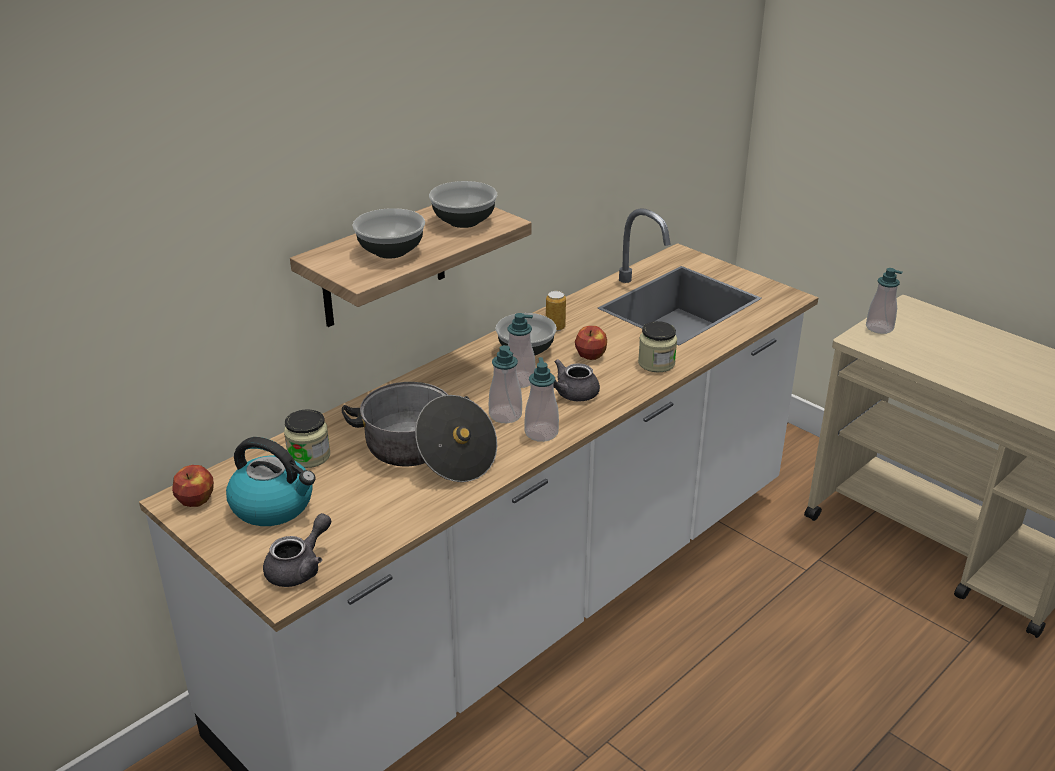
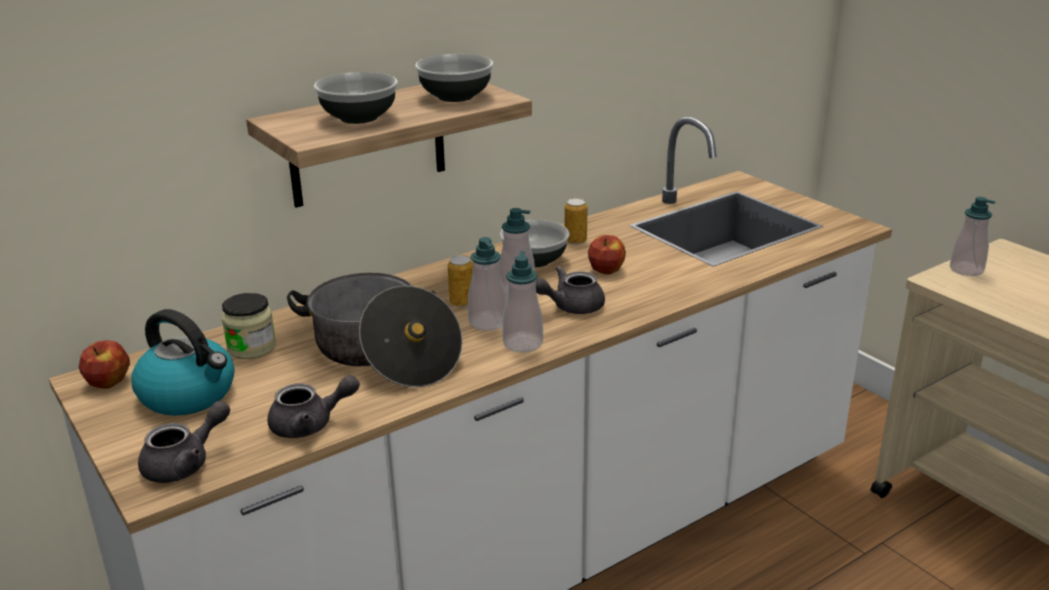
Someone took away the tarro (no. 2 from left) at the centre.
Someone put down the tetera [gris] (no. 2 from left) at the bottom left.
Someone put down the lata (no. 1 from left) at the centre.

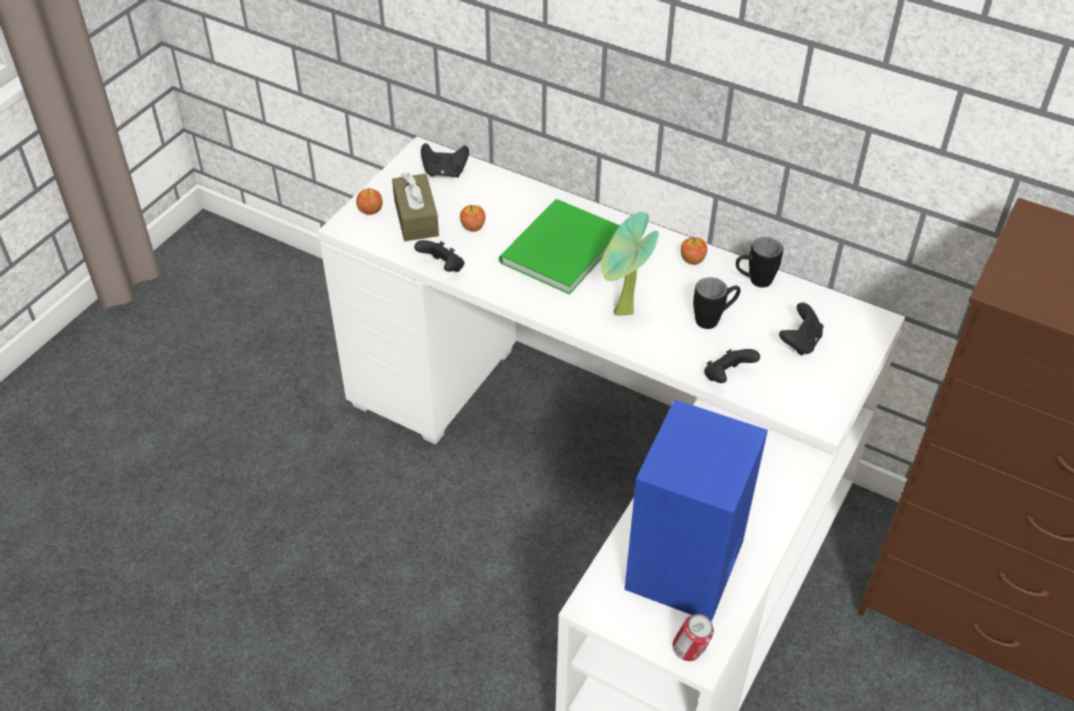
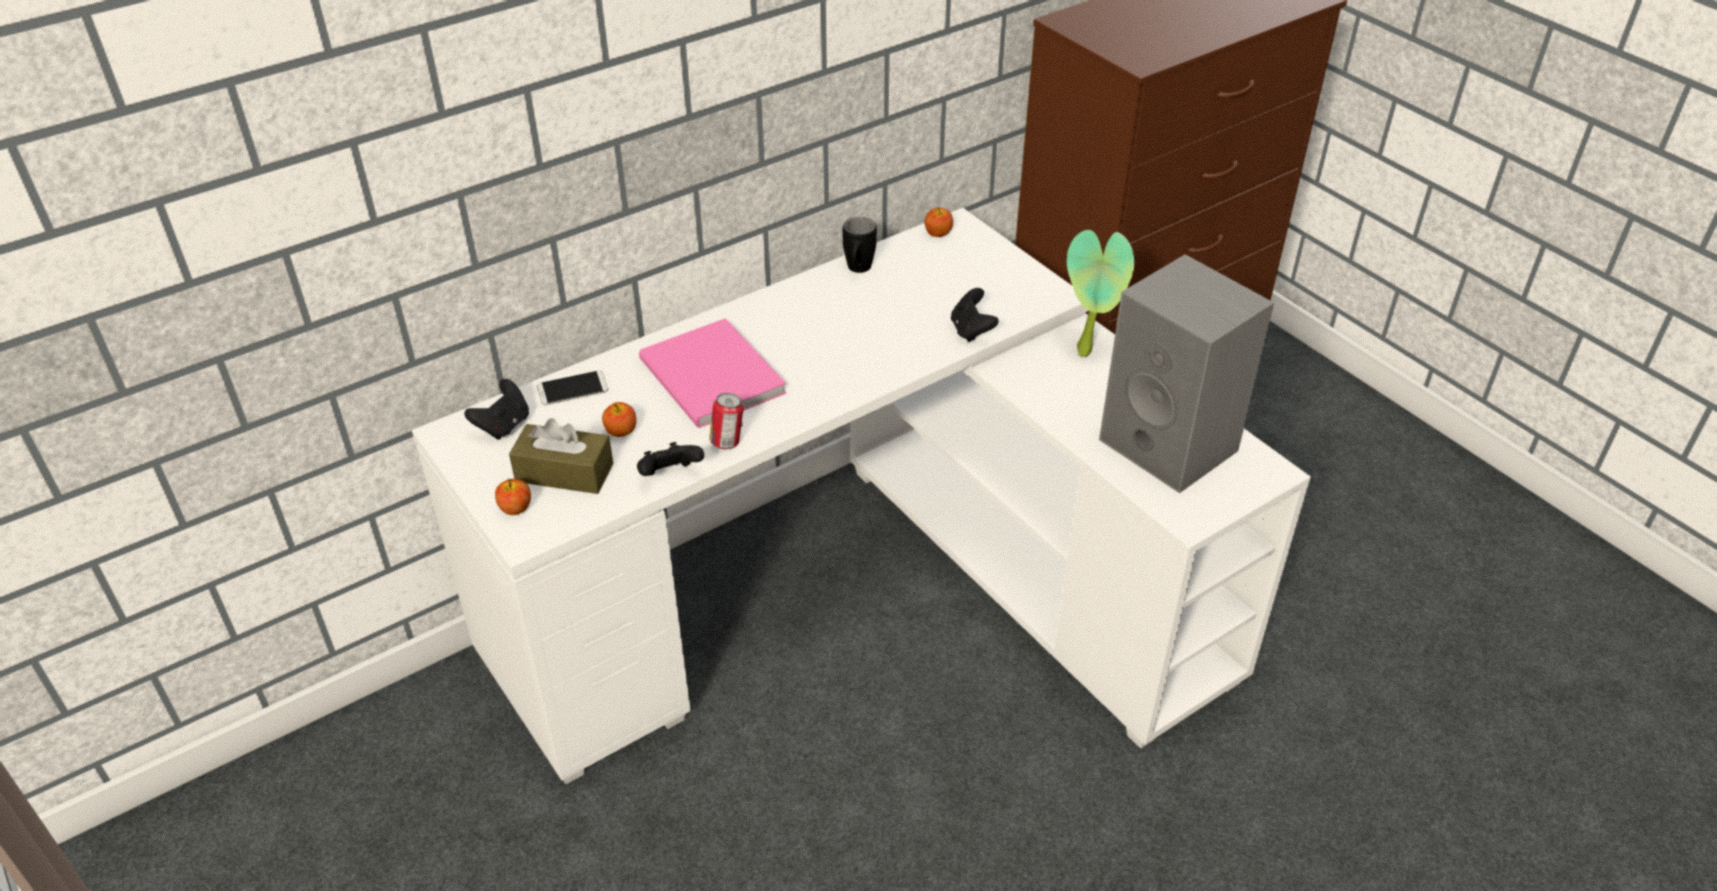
Someone took away the taza grande [negro] (no. 1 from left) at the middle right.
Someone took away the mando de consola [negro] (no. 4 from left) at the middle right.
Someone put down the móvil at the middle left.
Someone carried the planta en maceta from the centre to the top centre.
Someone carried the lata from the bottom centre to the centre.
Someone carried the manzana (no. 3 from left) from the centre to the top centre.
Someone repainted the libro [verde] at the centre, which became the libro [rosa] at the centre.
Someone repainted the altavoz [azul] at the bottom centre, which became the altavoz [gris] at the middle right.

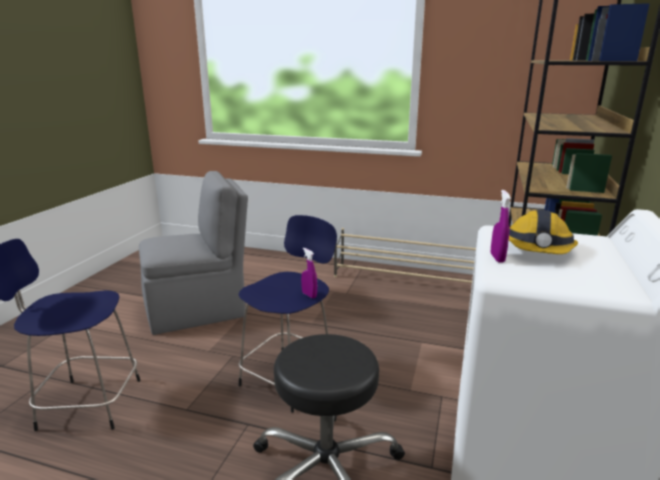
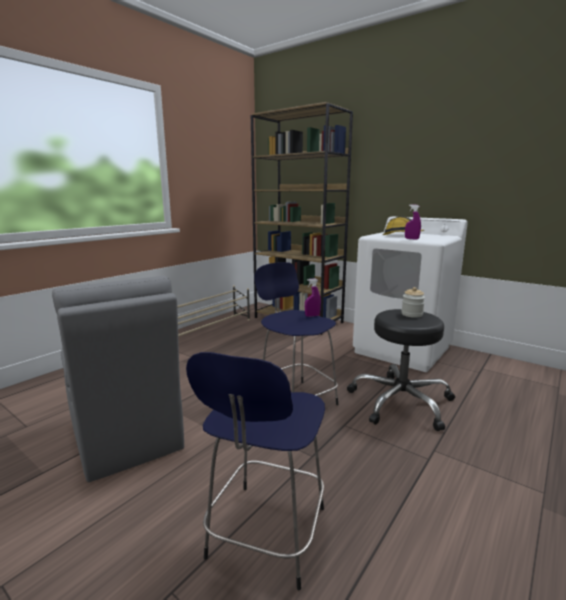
Someone put down the tarro at the middle right.
Someone rotated the silla [gris] at the middle left by 150 degrees clockwise.

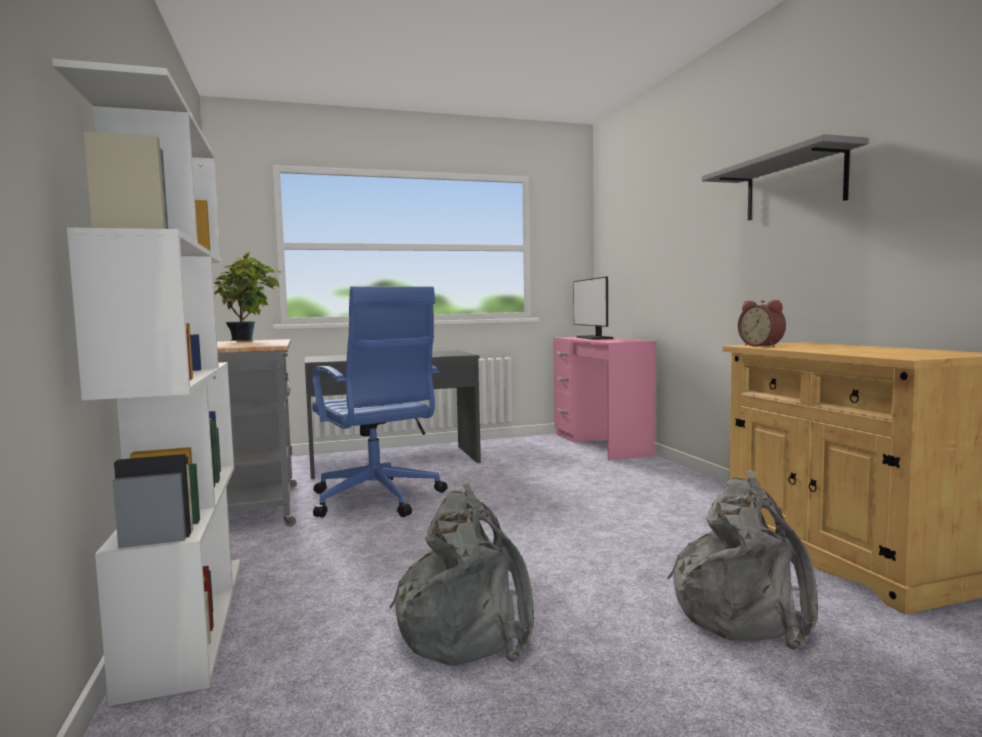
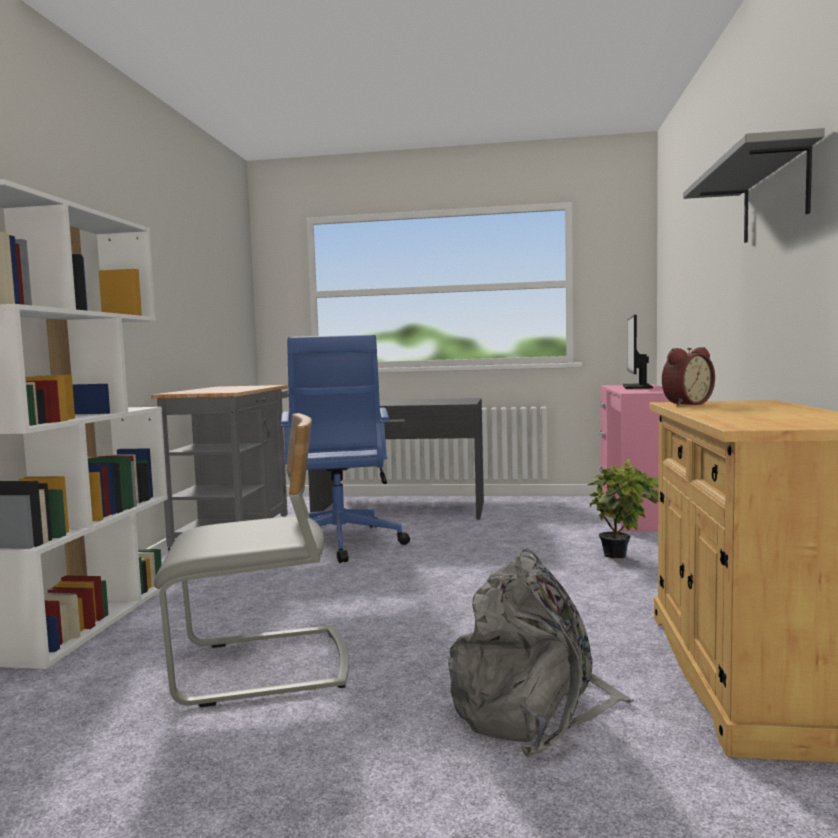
Someone carried the planta en maceta from the middle left to the middle right.
Someone swapped the mochila [gris] (no. 1 from left) at the bottom centre for the silla [gris] at the bottom left.
Someone rotated the despertador at the middle right by 120 degrees counterclockwise.

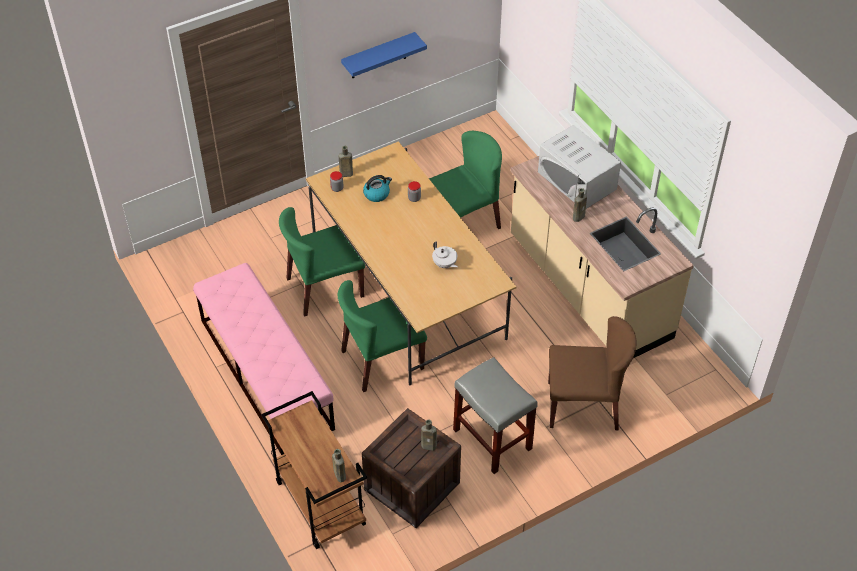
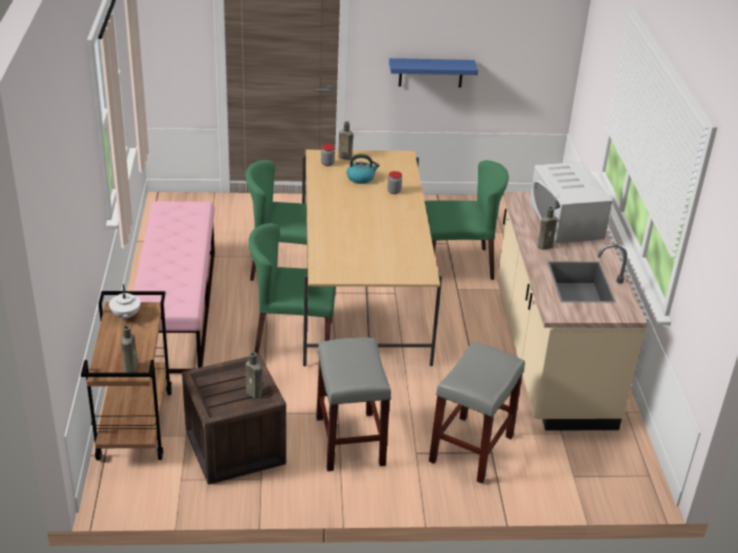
Someone carried the tetera [blanco] from the centre to the middle left.
Someone swapped the silla [marrón] at the middle right for the taburete [gris] (no. 2 from left) at the bottom centre.

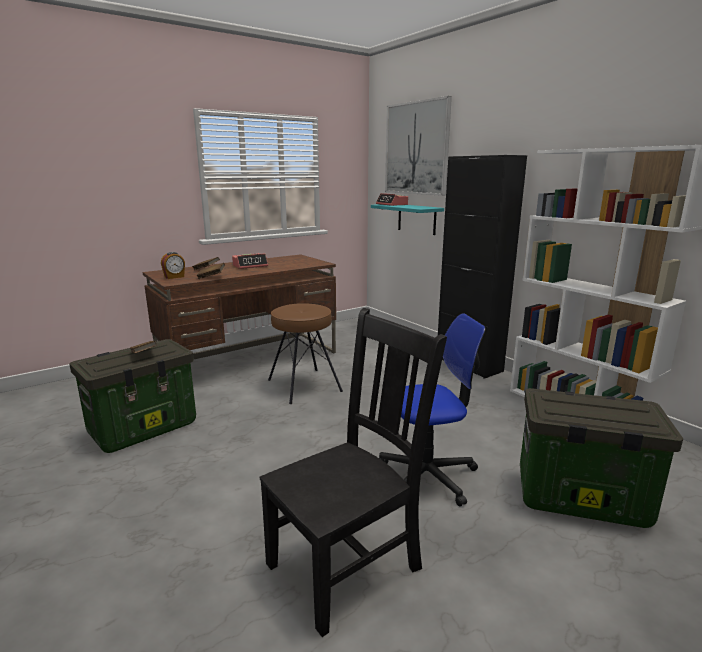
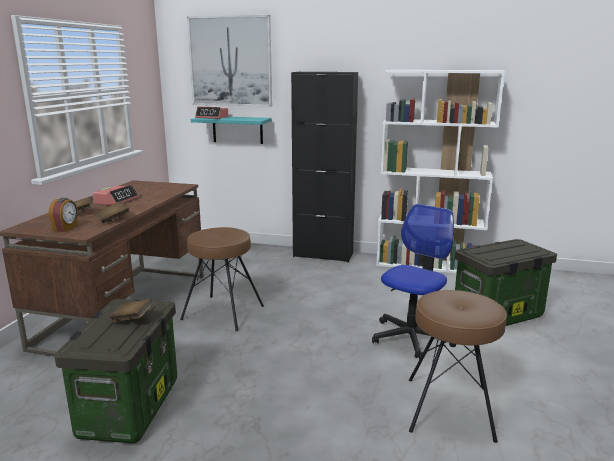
Someone swapped the silla [negro] at the bottom centre for the taburete [marrón] (no. 2 from left) at the bottom right.

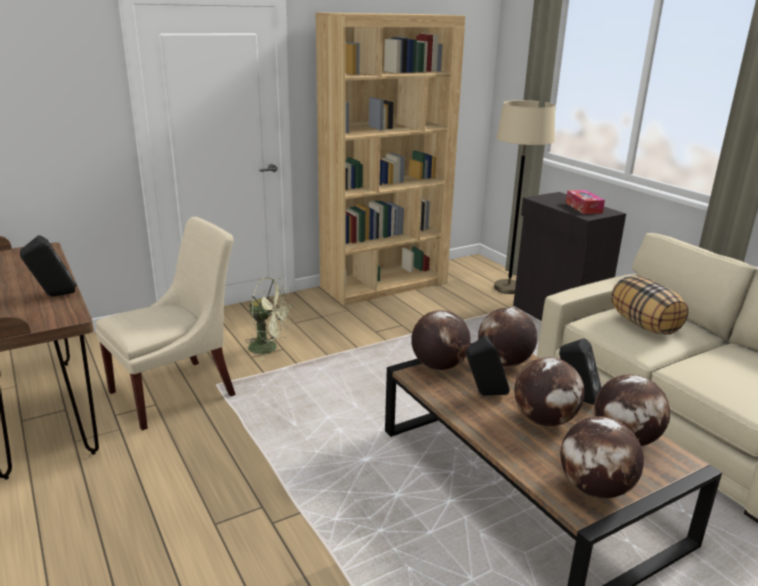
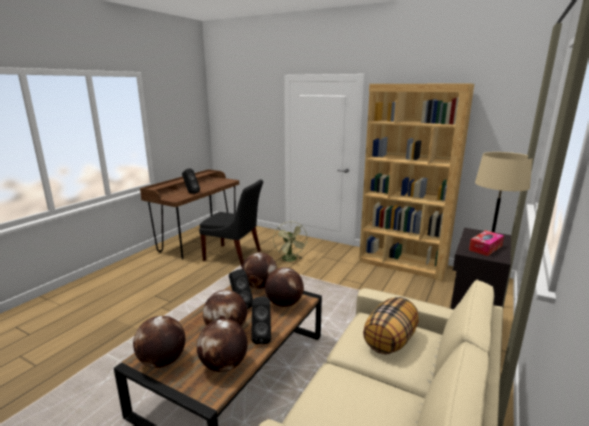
Someone repainted the silla [beis] at the middle left, which became the silla [negro] at the centre.

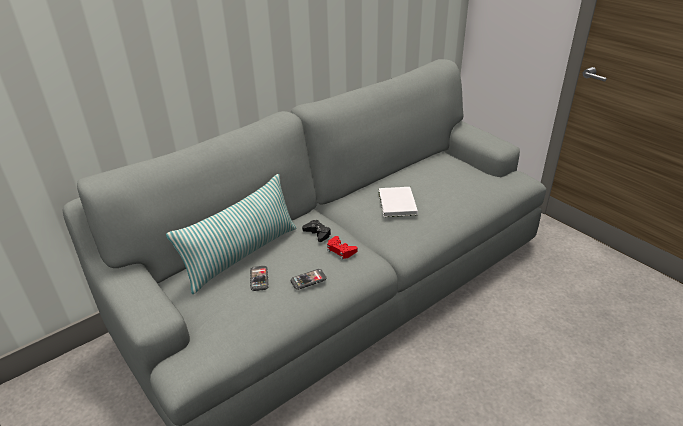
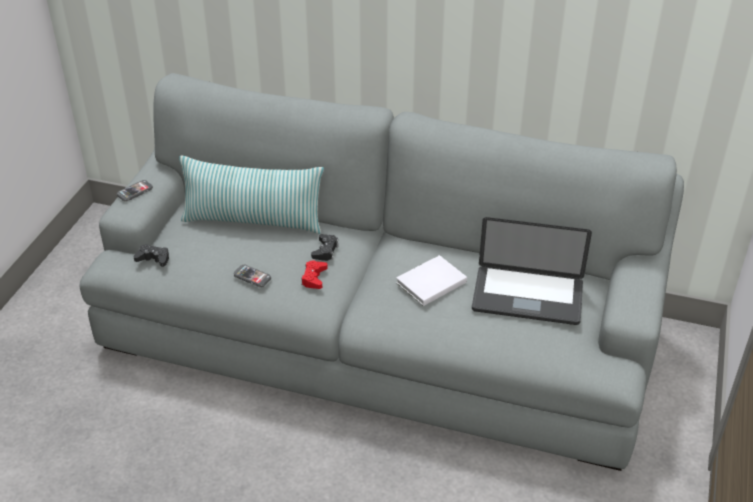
Someone put down the mando de consola [negro] (no. 1 from left) at the middle left.
Someone put down the portátil at the middle right.
Someone carried the móvil (no. 1 from left) from the centre to the middle left.

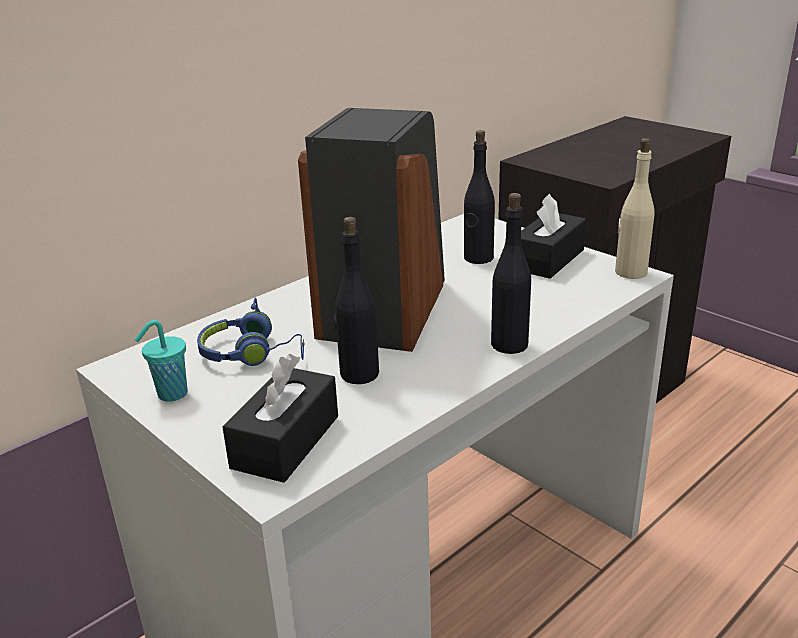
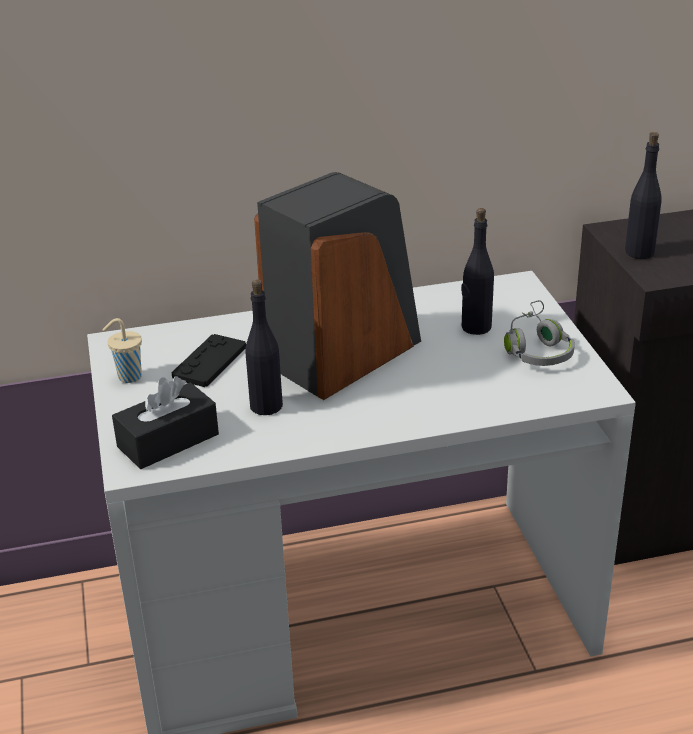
Someone took away the botella [beis] at the top right.
Someone carried the botella [negro] (no. 3 from left) from the centre to the top right.
Someone swapped the auriculares [azul] at the middle left for the mando de consola [negro] at the middle left.
Someone swapped the caja de pañuelos [negro] (no. 2 from left) at the middle right for the auriculares [gris] at the middle right.
Someone repainted the taza [turquesa] at the middle left, which became the taza [beis] at the middle left.

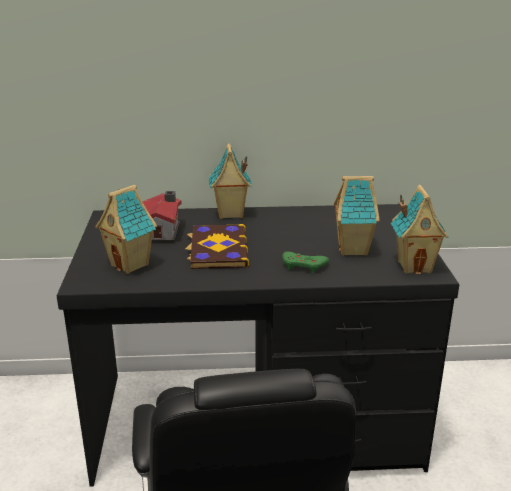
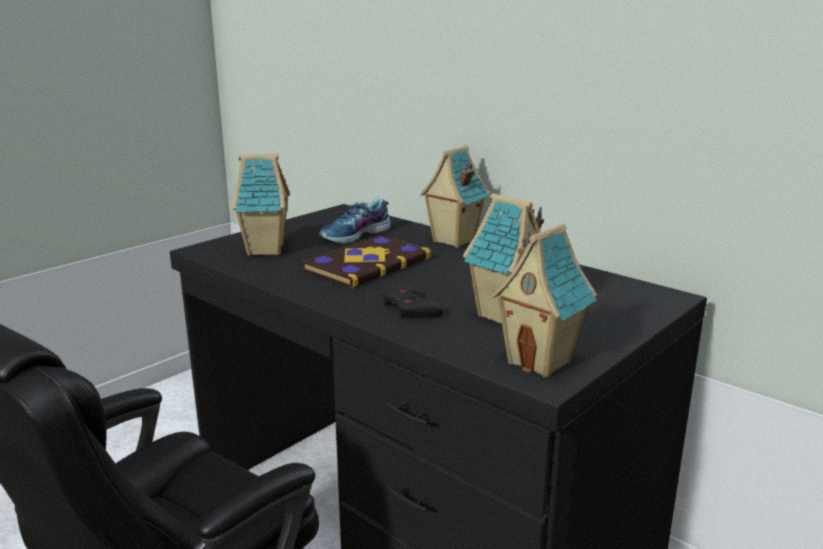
Someone swapped the casita (no. 2 from left) at the middle left for the zapato at the centre.
Someone repainted the mando de consola [verde] at the centre, which became the mando de consola [negro] at the centre.

